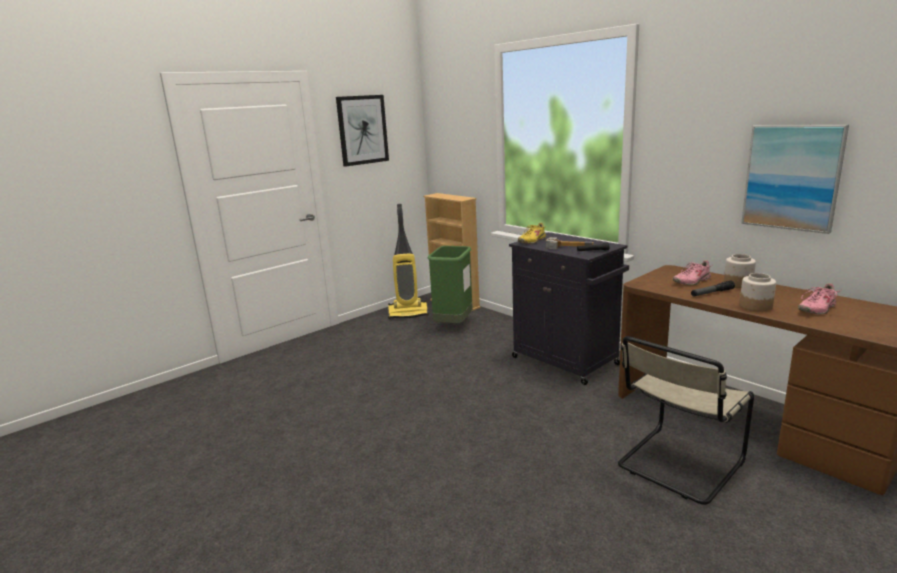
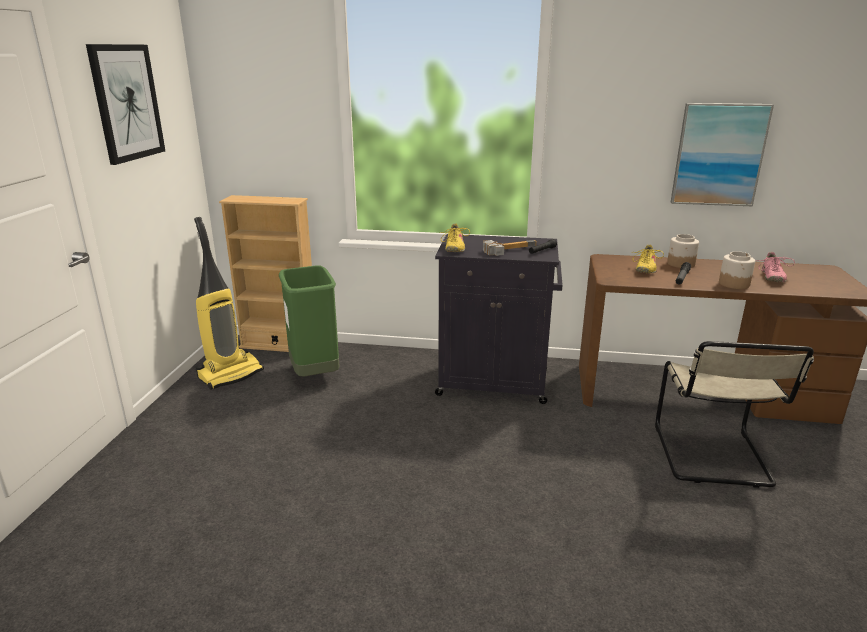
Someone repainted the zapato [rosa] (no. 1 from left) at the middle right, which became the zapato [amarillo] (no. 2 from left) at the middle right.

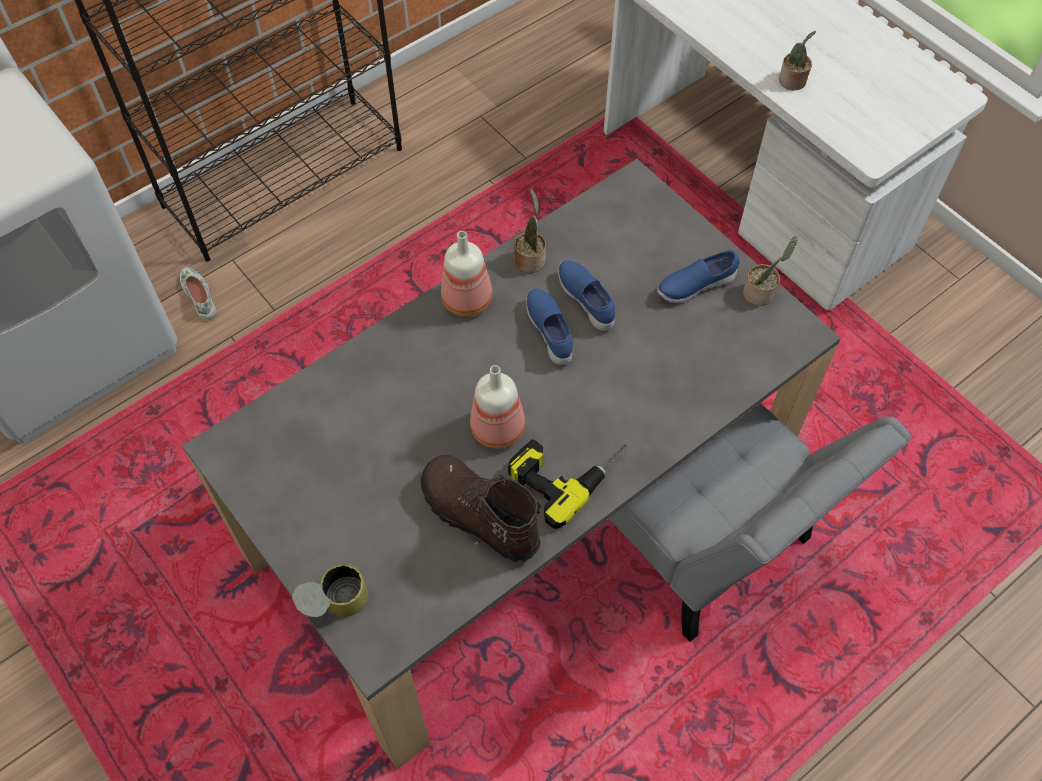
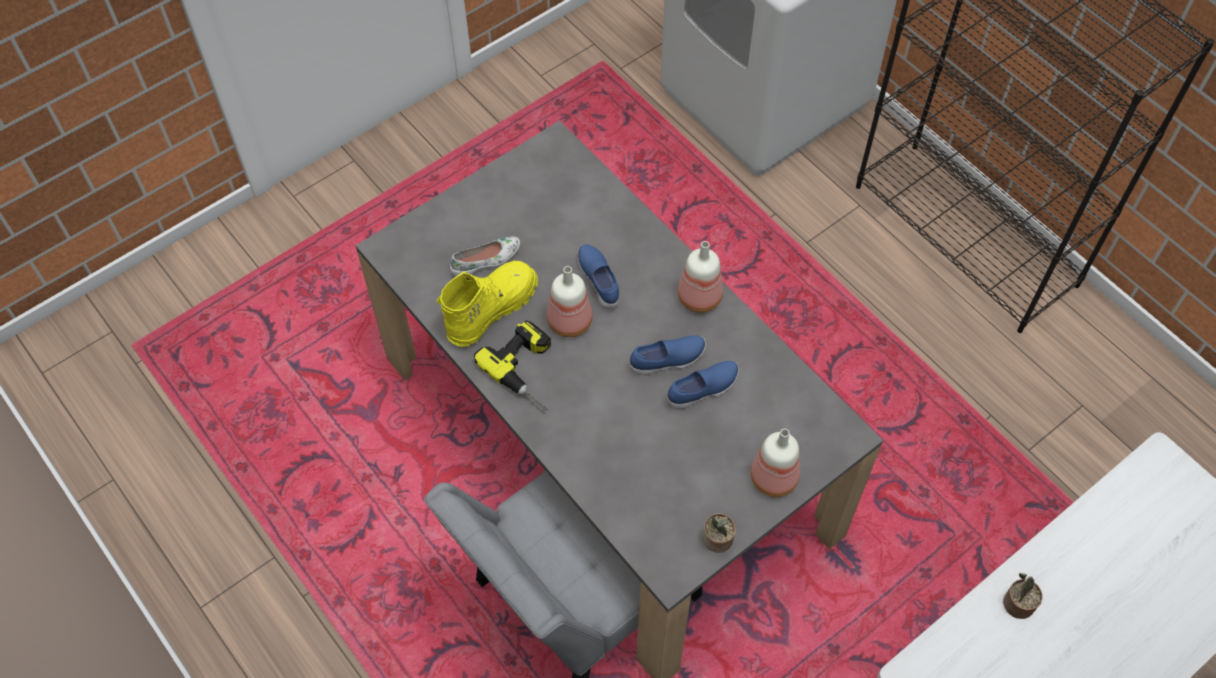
Someone took away the lata at the bottom left.
Someone took away the planta en maceta (no. 1 from left) at the top centre.
Someone put down the botella (no. 3 from left) at the bottom centre.
Someone carried the zapato [blanco] from the middle left to the centre.
Someone carried the zapato [azul] (no. 3 from left in the first image) from the middle right to the centre.
Someone repainted the bota [marrón] at the centre, which became the bota [amarillo] at the centre.

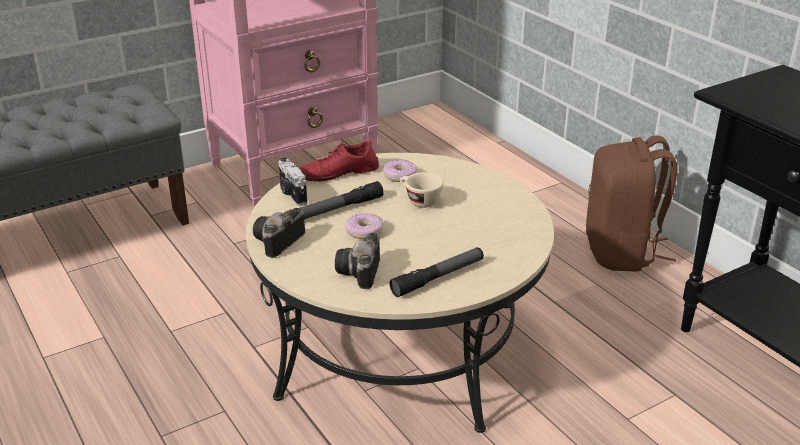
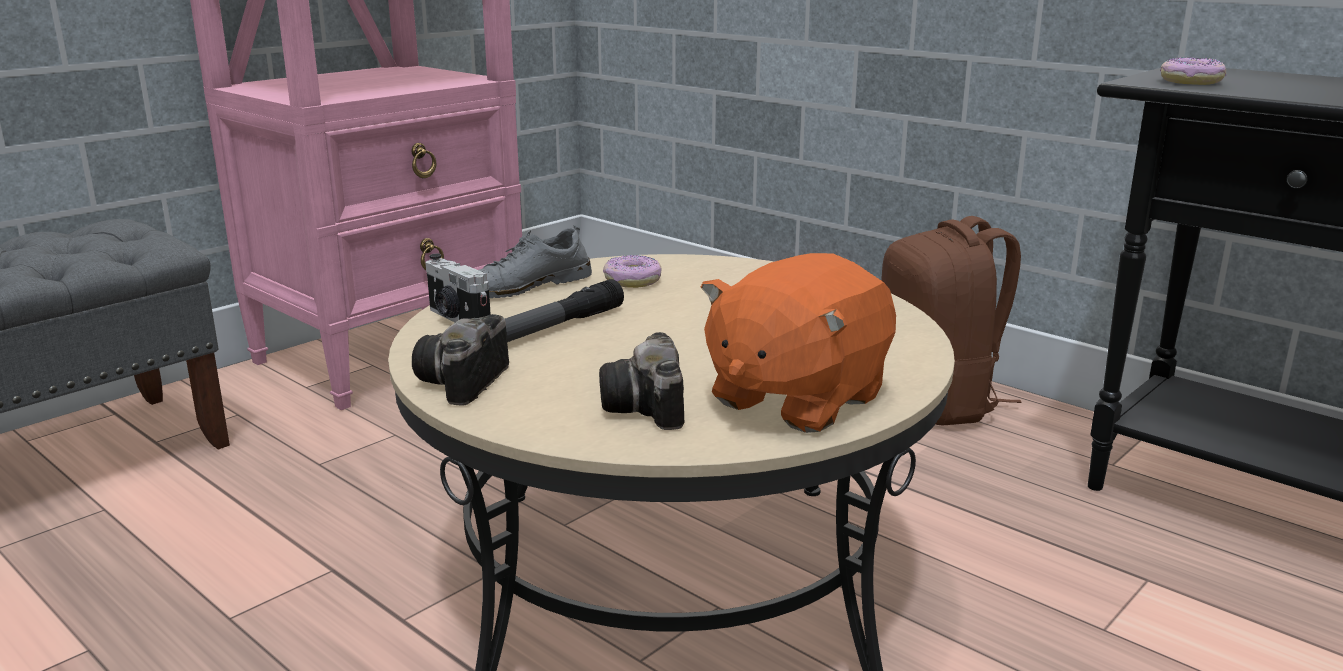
Someone took away the taza [beis] at the centre.
Someone carried the rosquilla (no. 1 from left in the first image) from the centre to the top right.
Someone swapped the linterna (no. 2 from left) at the centre for the peluche [naranja] at the centre.
Someone repainted the zapato [rojo] at the centre, which became the zapato [gris] at the centre.

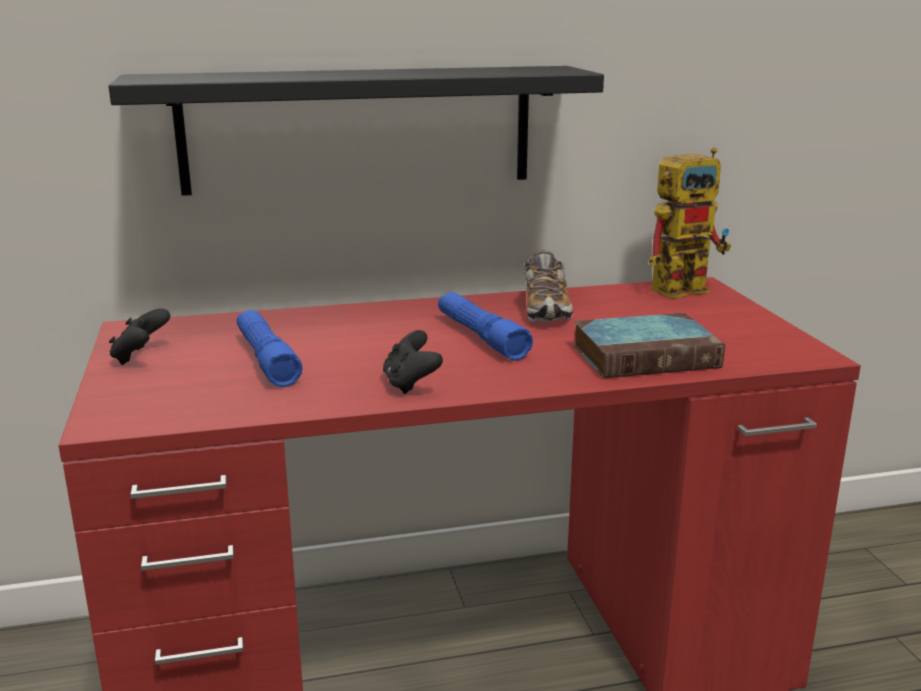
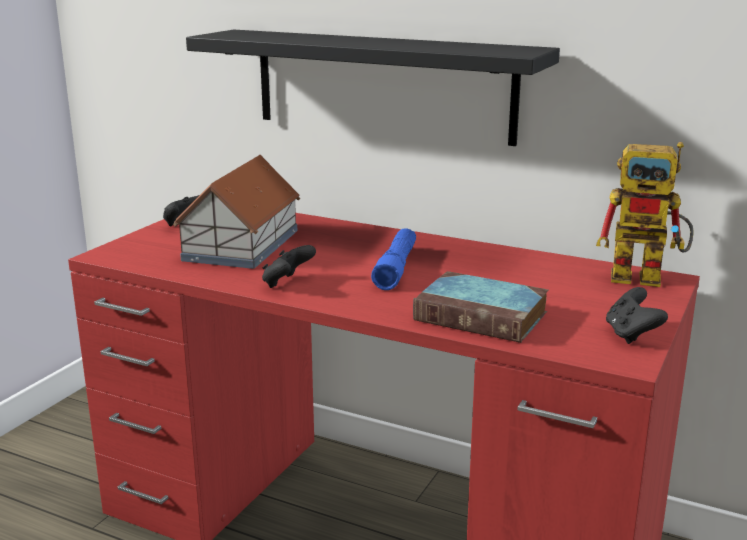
Someone took away the zapato at the centre.
Someone put down the mando de consola [negro] (no. 3 from left) at the middle right.
Someone swapped the linterna [azul] (no. 1 from left) at the middle left for the casita at the middle left.

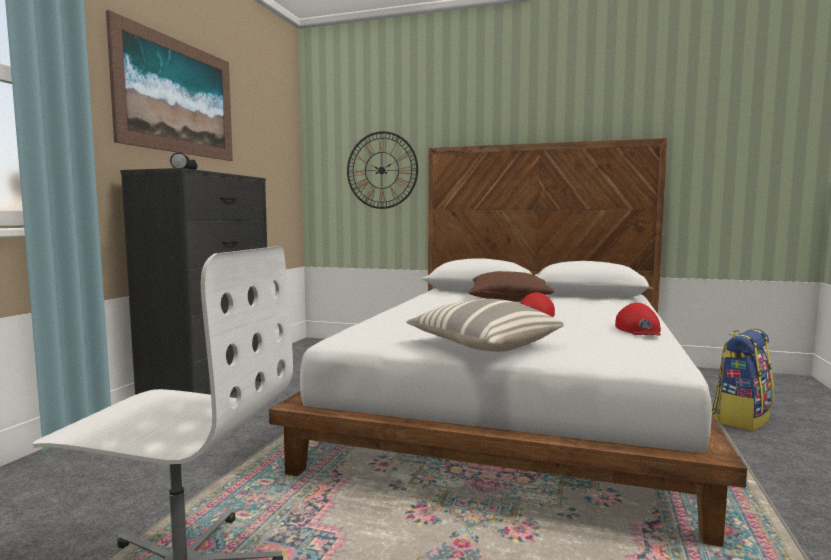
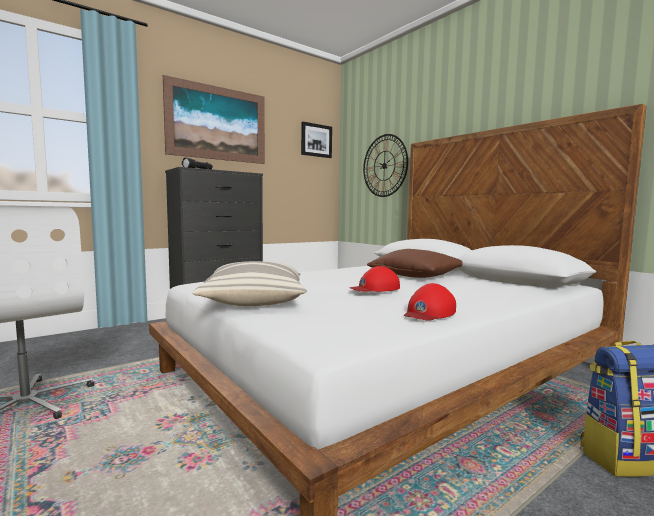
Someone put up the cuadro (no. 2 from left) at the top centre.

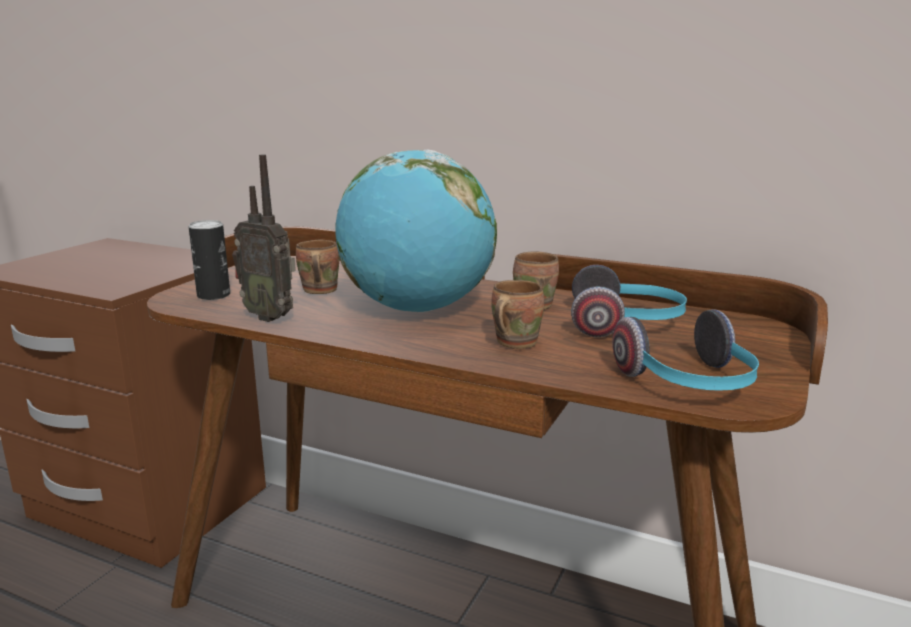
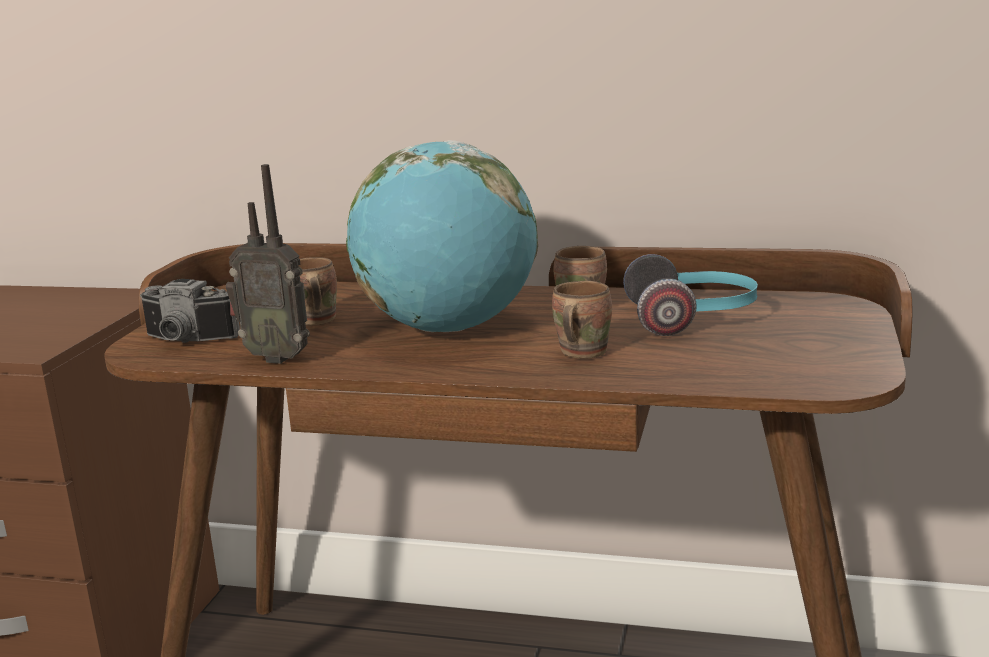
Someone took away the auriculares (no. 2 from left) at the middle right.
Someone swapped the lata at the middle left for the cámara at the middle left.

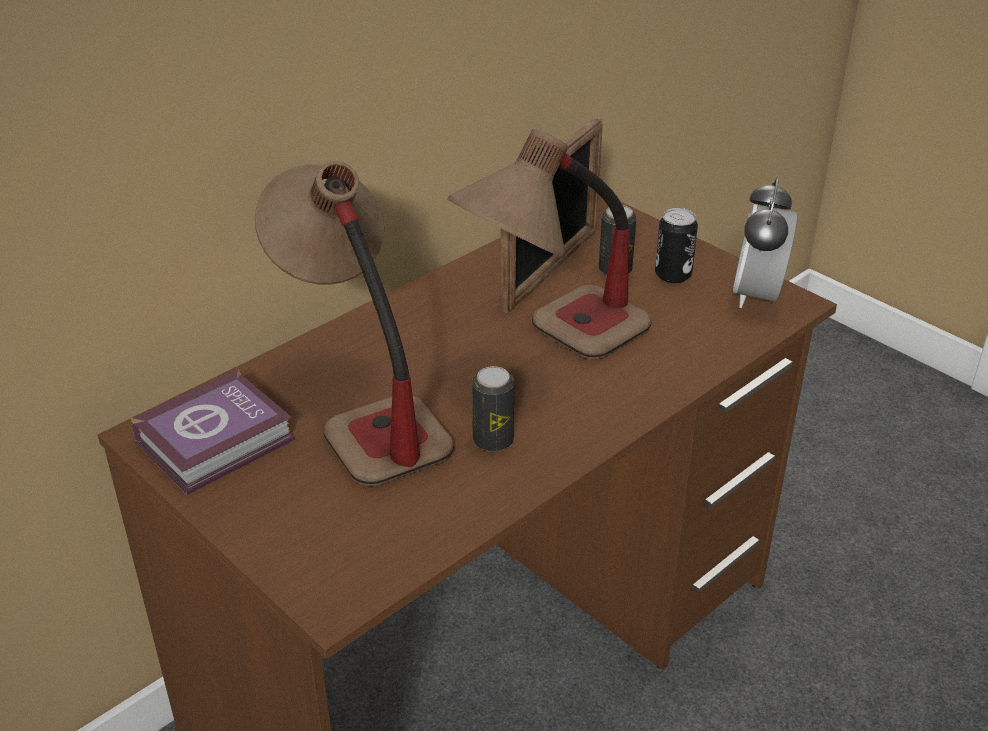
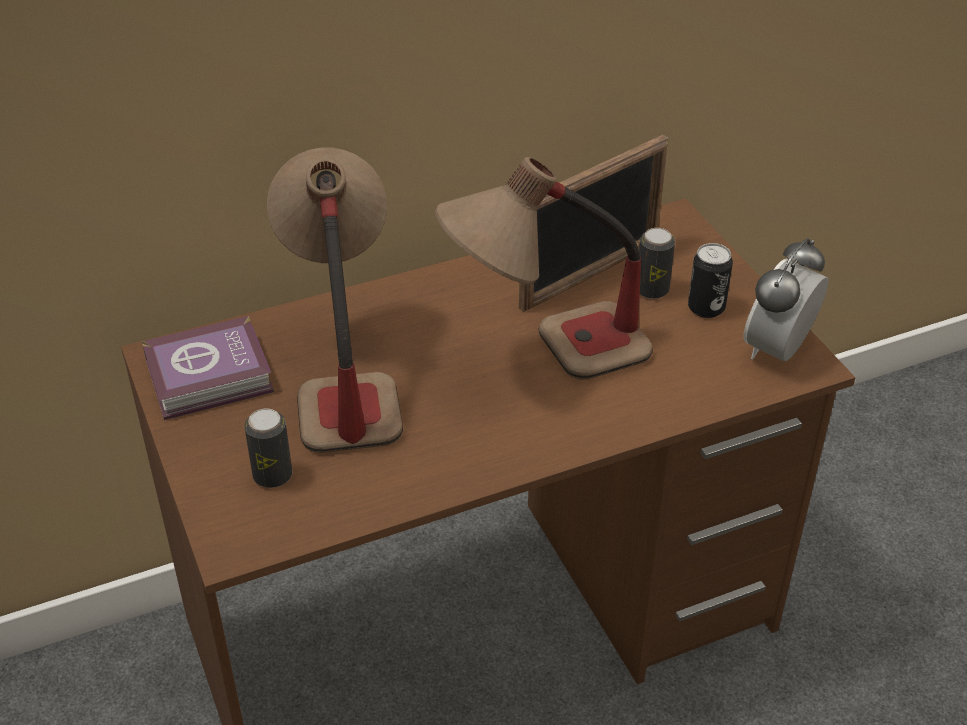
Someone carried the lata (no. 1 from left) from the centre to the middle left.

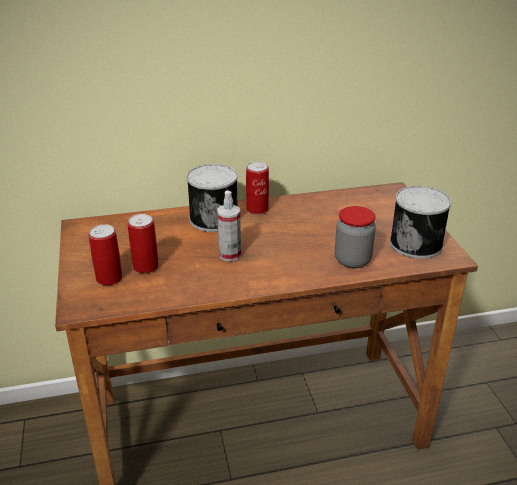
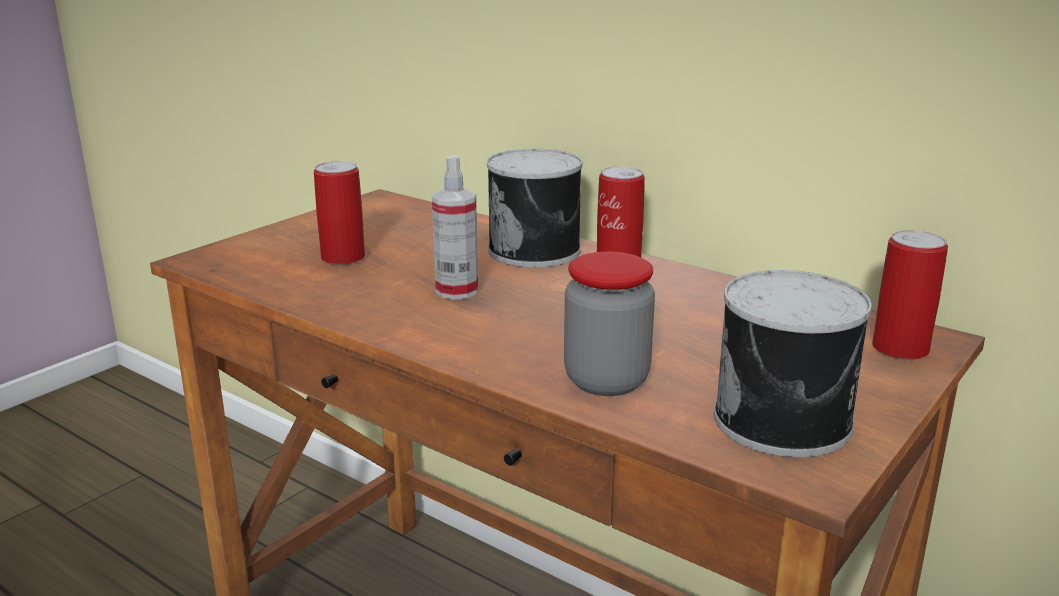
Someone carried the lata (no. 1 from left in the first image) from the middle left to the middle right.

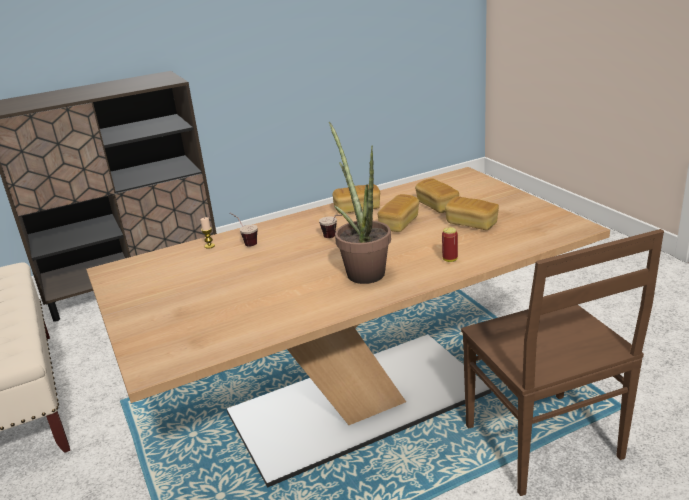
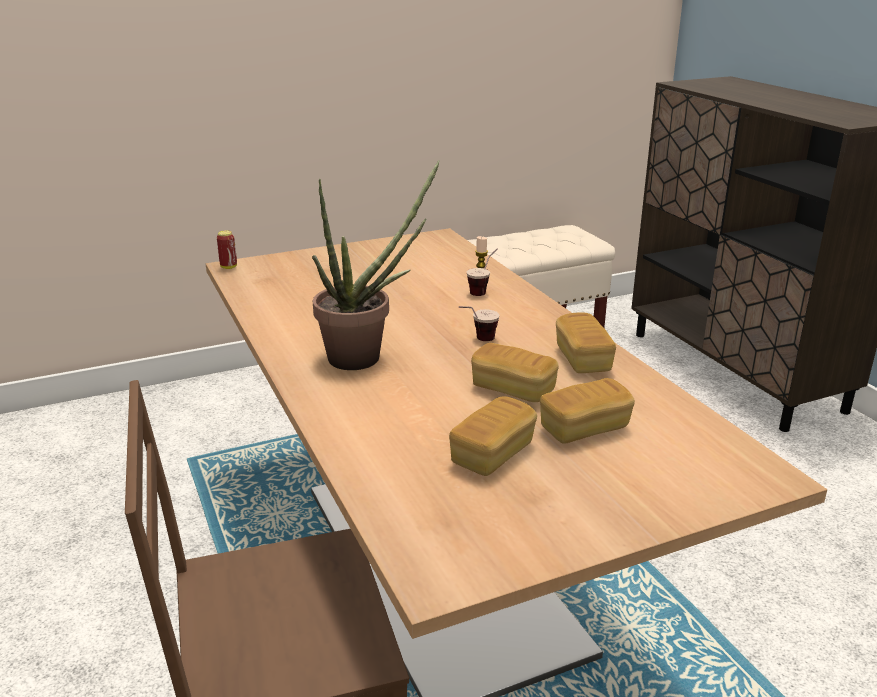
Someone carried the lata from the centre to the middle left.

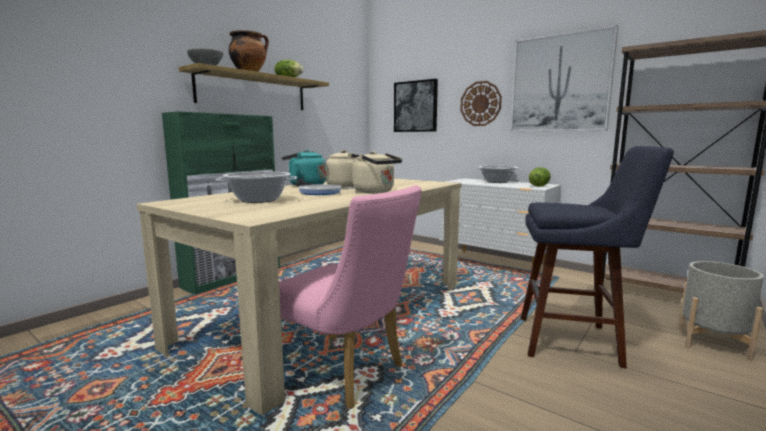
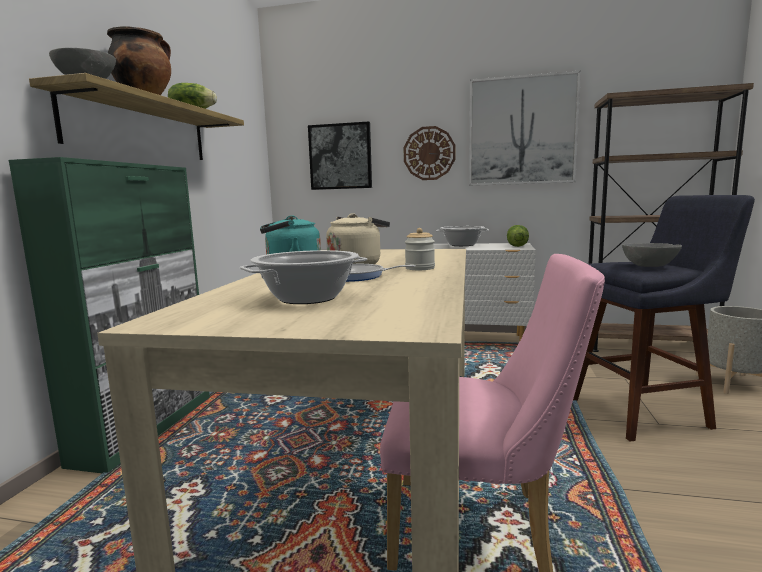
Someone put down the cuenco [gris] (no. 2 from left) at the middle right.
Someone swapped the hervidor [beis] (no. 2 from left) at the centre for the tarro at the centre.

